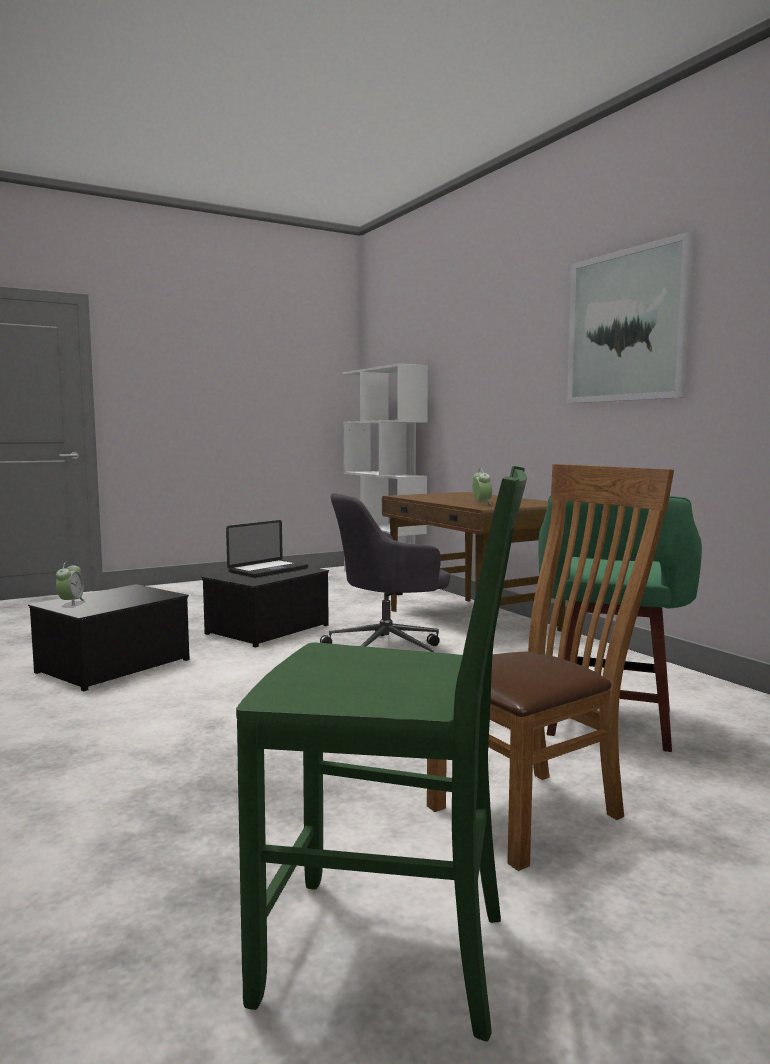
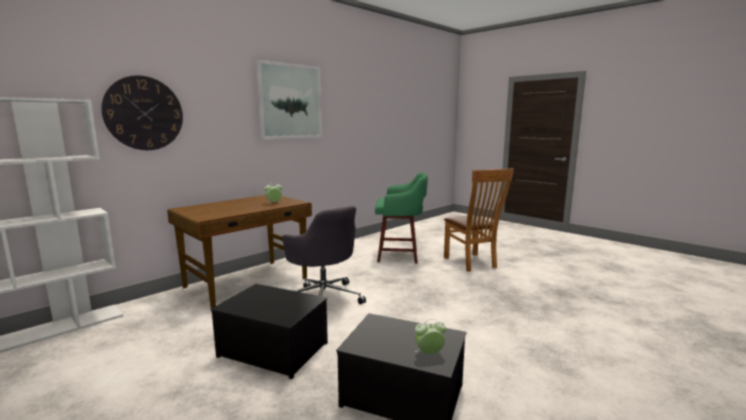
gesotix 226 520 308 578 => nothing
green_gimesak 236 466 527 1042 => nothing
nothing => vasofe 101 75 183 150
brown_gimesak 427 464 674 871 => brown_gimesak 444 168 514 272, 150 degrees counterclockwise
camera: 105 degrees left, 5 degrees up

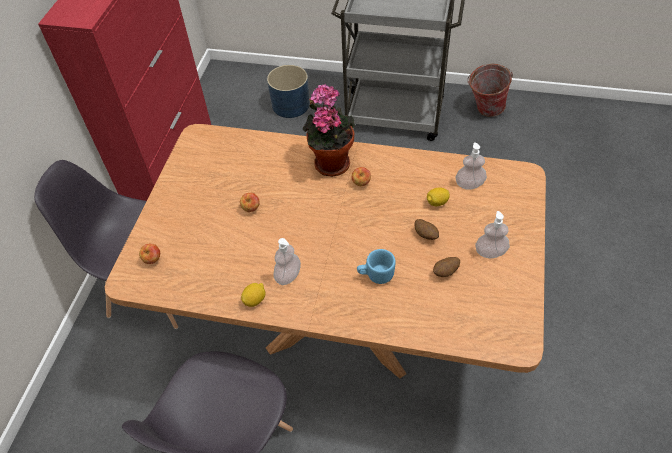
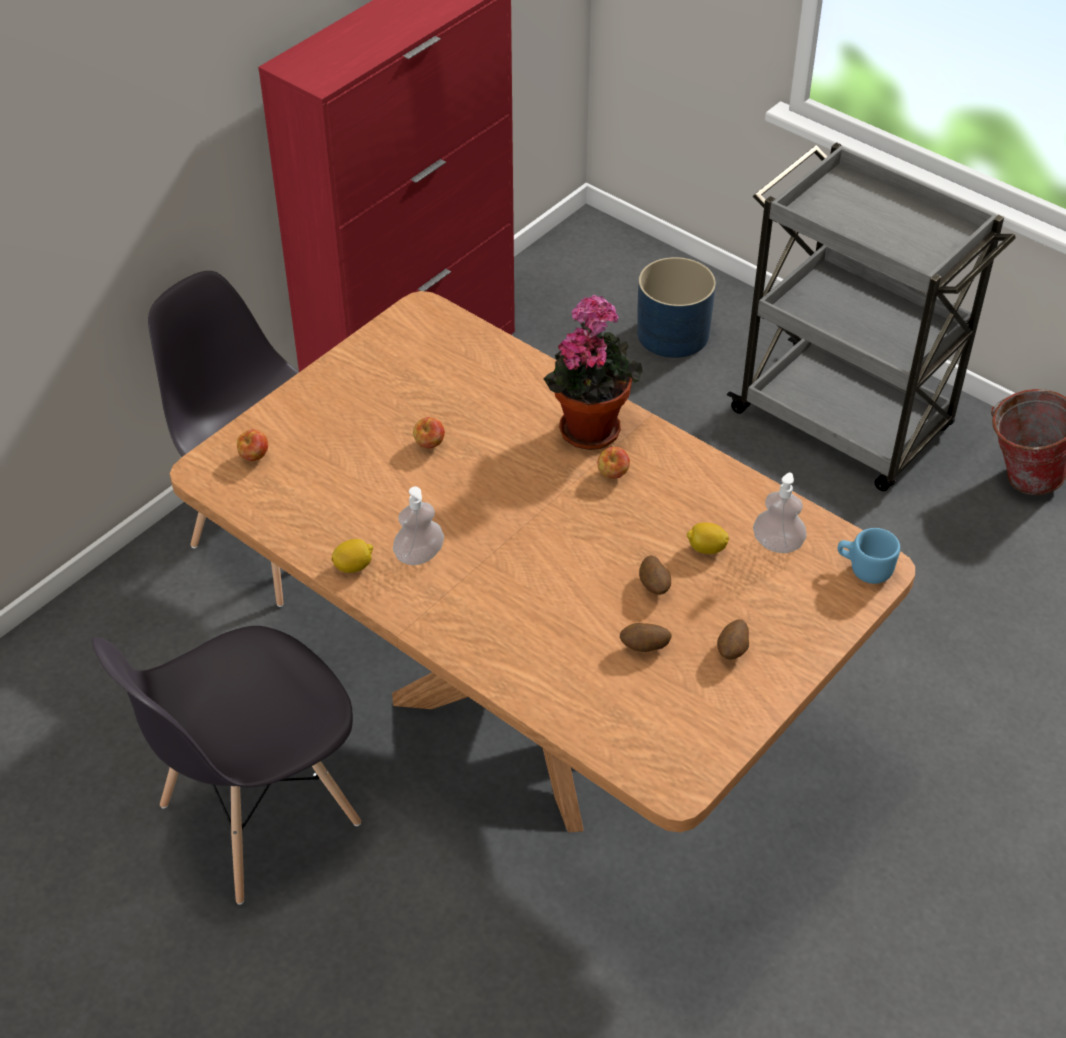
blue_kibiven 357 249 396 284 => blue_kibiven 838 528 900 584, moved
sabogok 475 211 510 258 => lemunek 717 619 749 660
camera: 25 degrees right, 5 degrees down

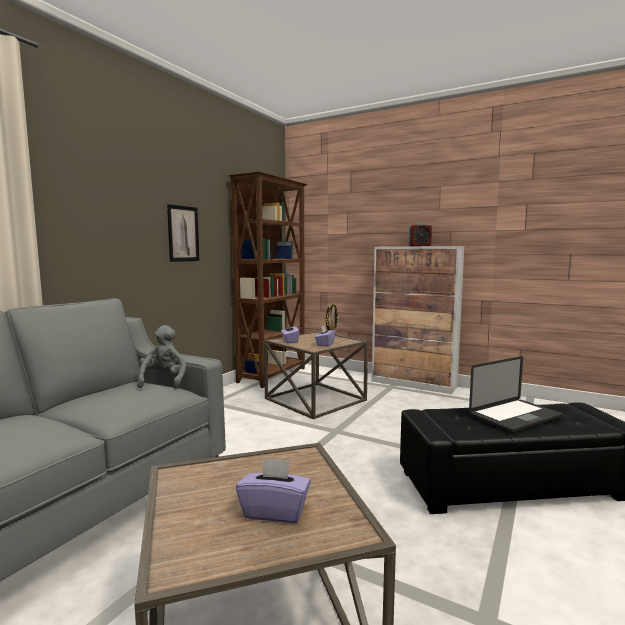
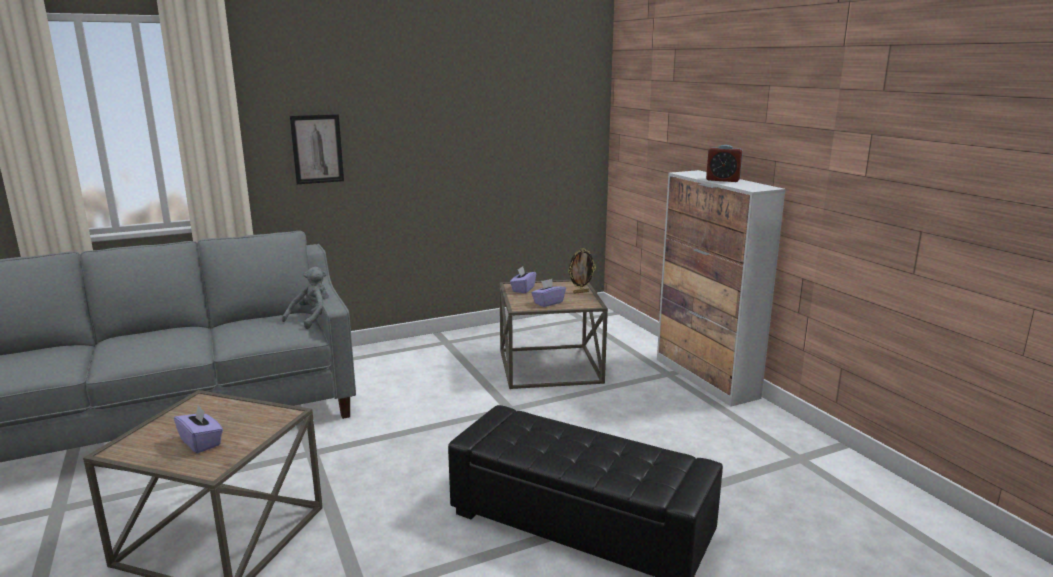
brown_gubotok 229 171 308 388 => nothing
gesotix 469 356 563 433 => nothing
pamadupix 167 204 199 262 => pamadupix 290 114 344 184, moved
camera: 35 degrees right, 10 degrees up

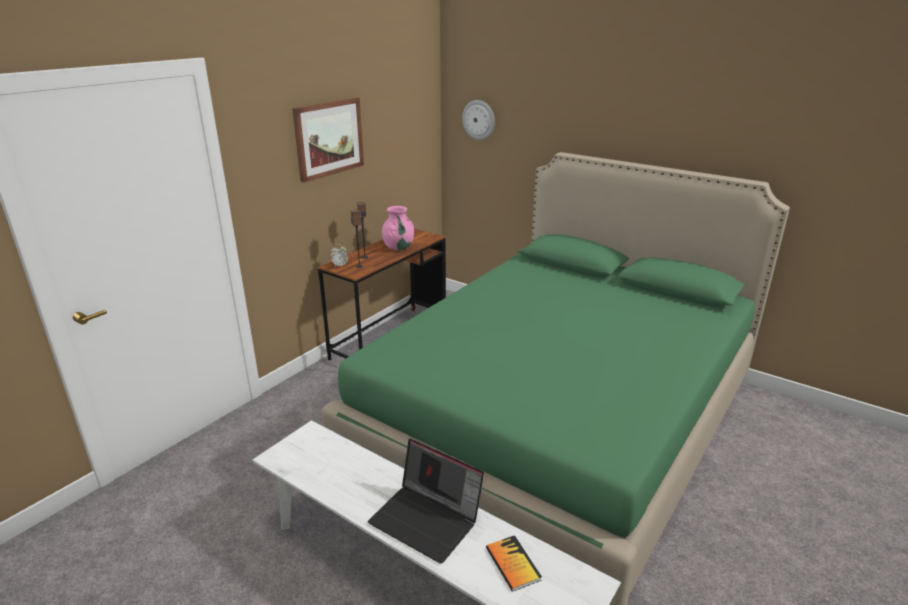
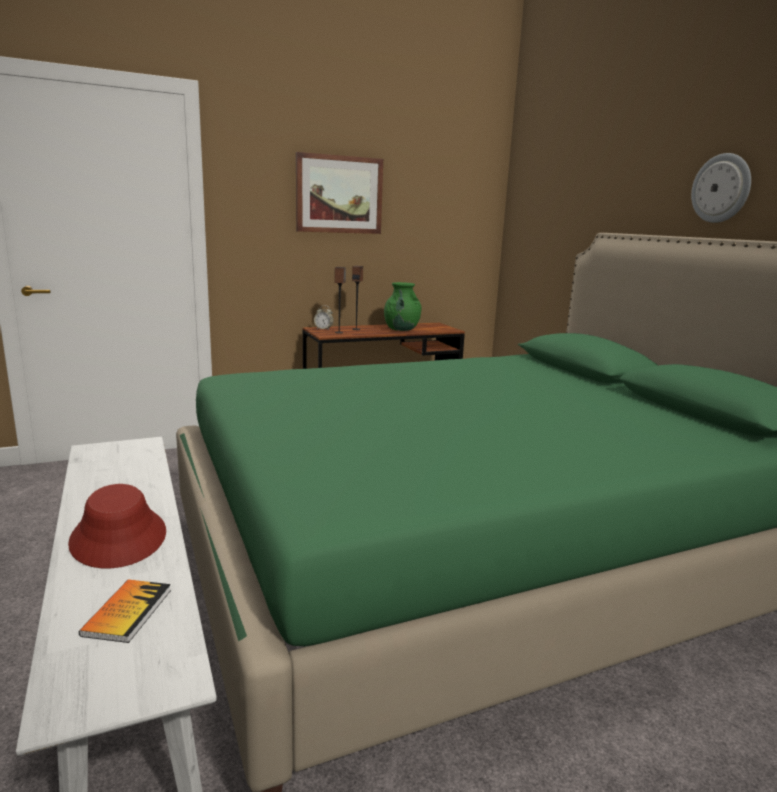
vasofe 462 100 495 140 => vasofe 691 153 751 223, moved
gesotix 368 439 484 564 => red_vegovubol 68 484 166 568
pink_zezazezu 382 206 414 250 => green_zezazezu 384 282 421 331
camera: 30 degrees right, 10 degrees down

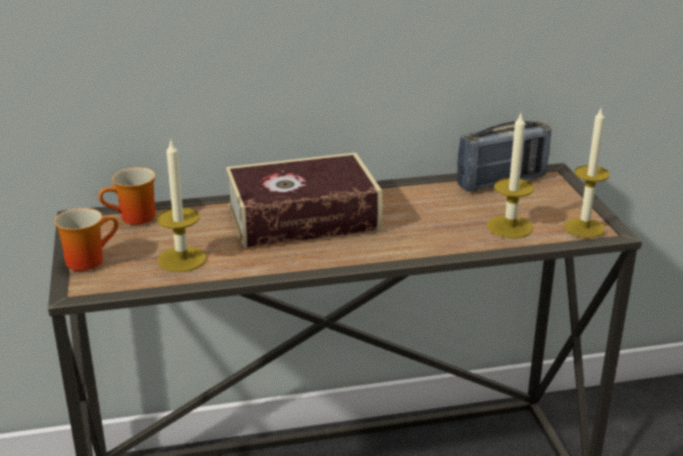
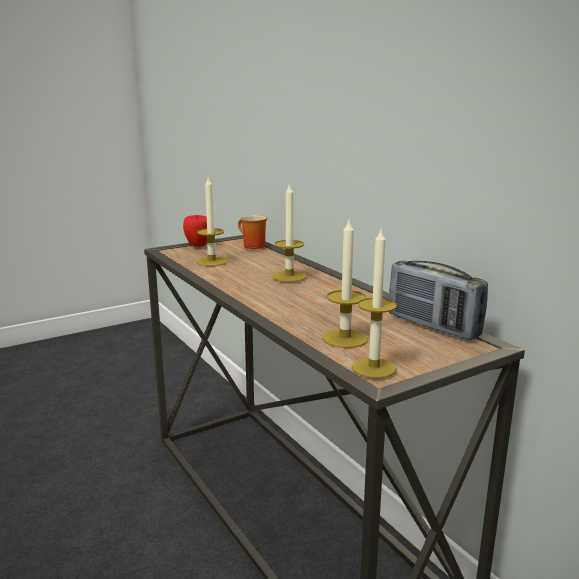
kibiven 54 208 118 271 => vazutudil 183 215 207 247
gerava 226 153 382 248 => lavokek 272 183 307 282
camera: 70 degrees right, 10 degrees down

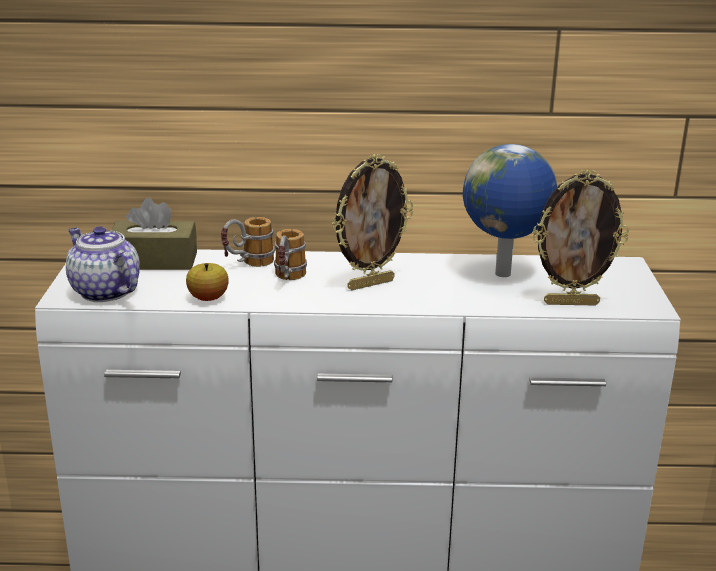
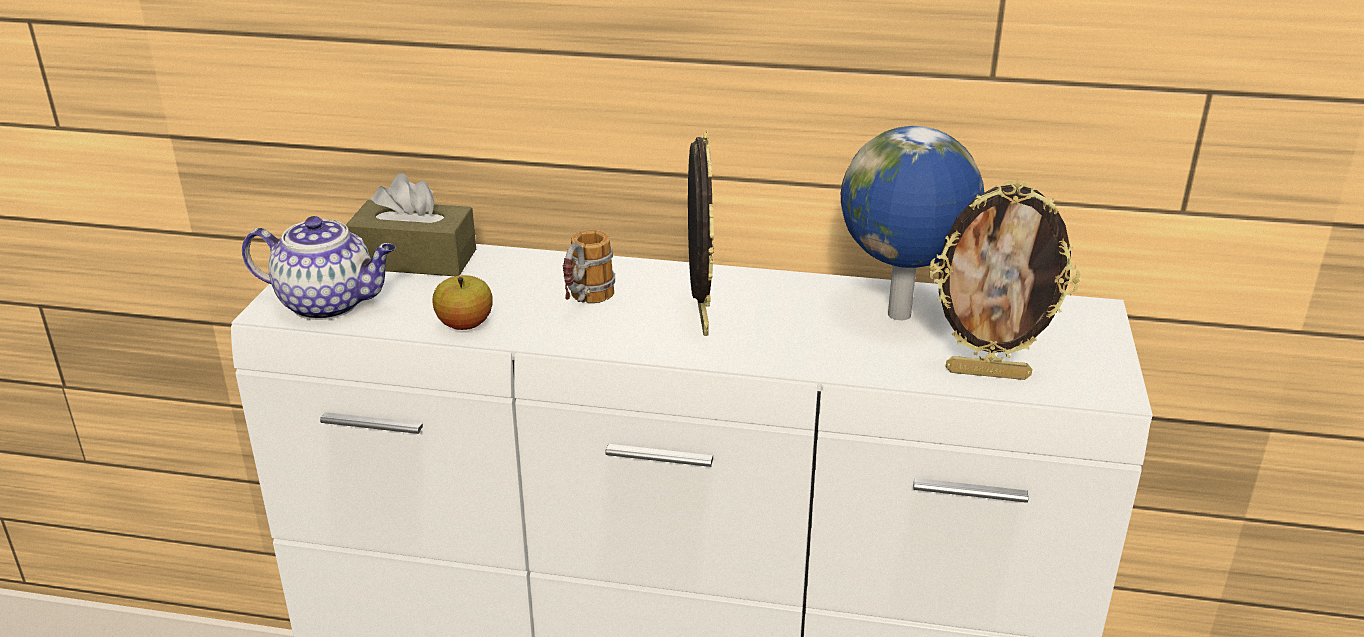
kibiven 221 217 275 267 => nothing
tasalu 66 226 140 302 => tasalu 242 216 396 320, 135 degrees clockwise
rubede 332 154 413 290 => rubede 688 131 714 336, 75 degrees counterclockwise
camera: 10 degrees right, 5 degrees up

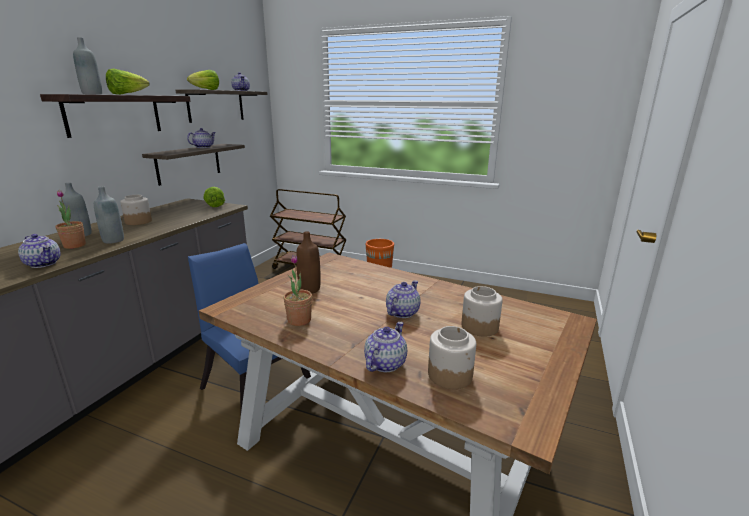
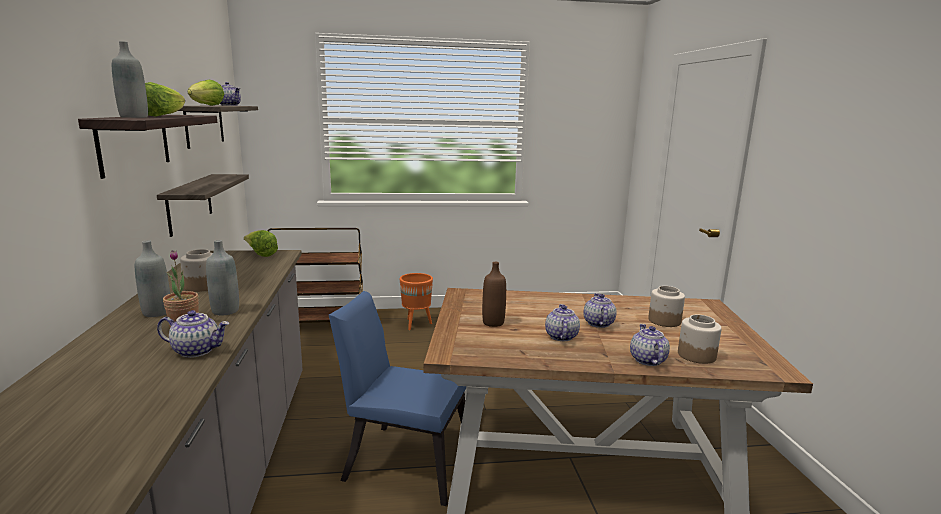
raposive 283 255 312 326 => nothing
tasalu 187 128 216 148 => tasalu 545 304 580 341, moved
camera: 30 degrees left, 5 degrees down

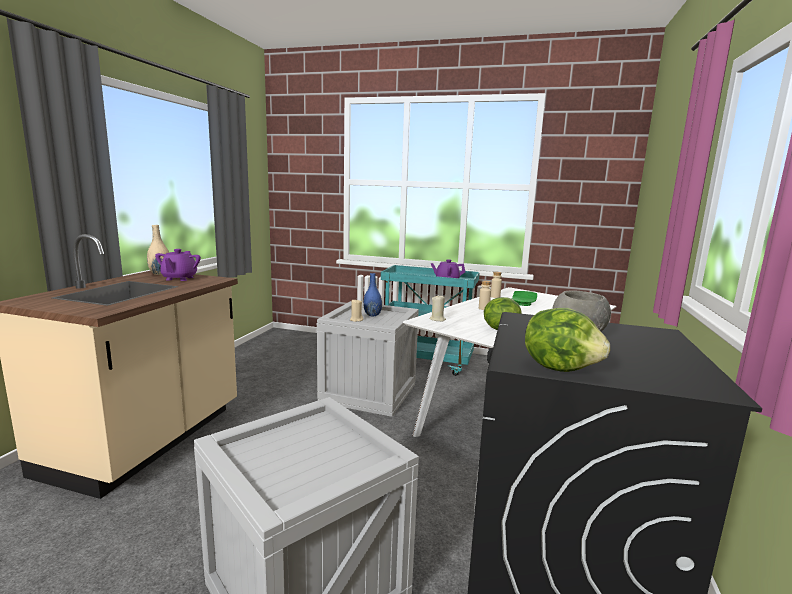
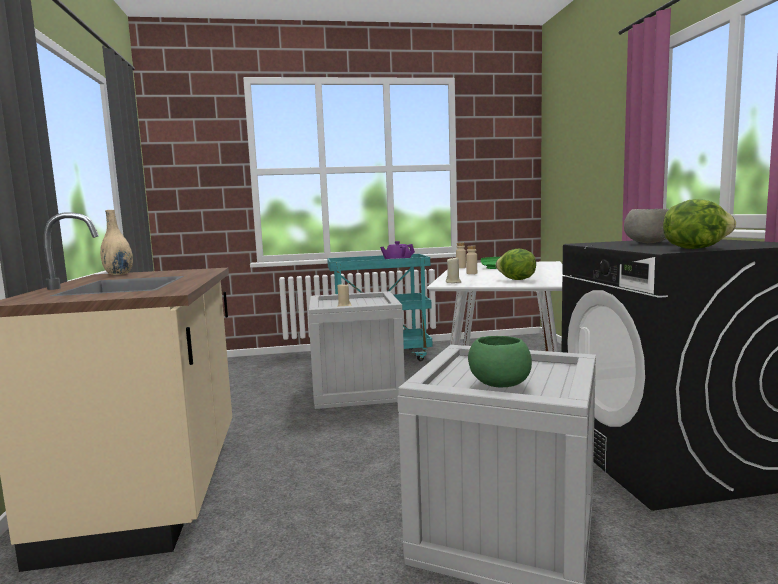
purple_tasalu 155 249 201 281 => nothing
blue_zezazezu 363 273 382 316 => nothing
nothing => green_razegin 468 336 532 387
camera: 25 degrees left, 5 degrees down

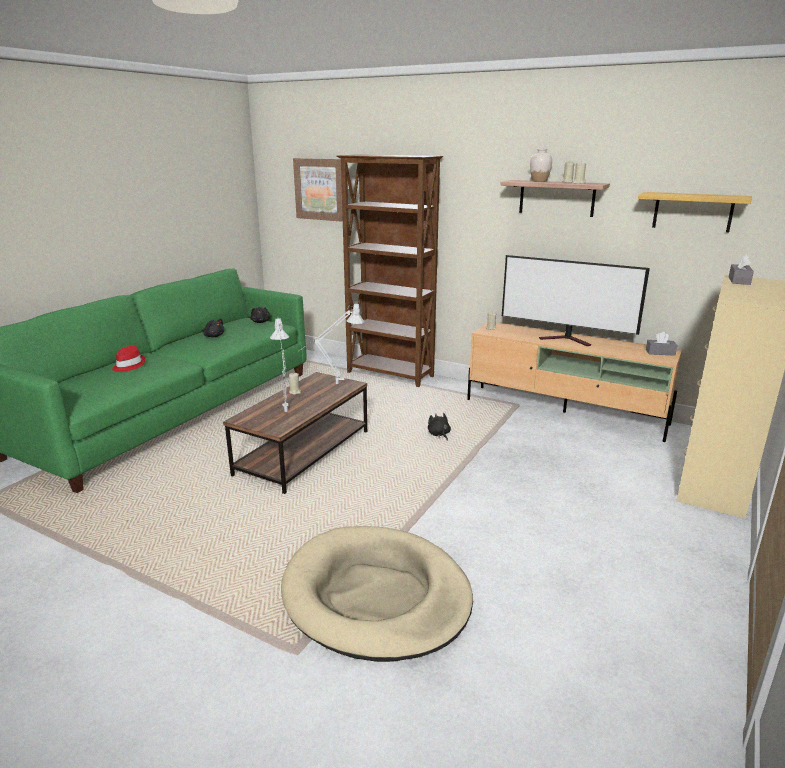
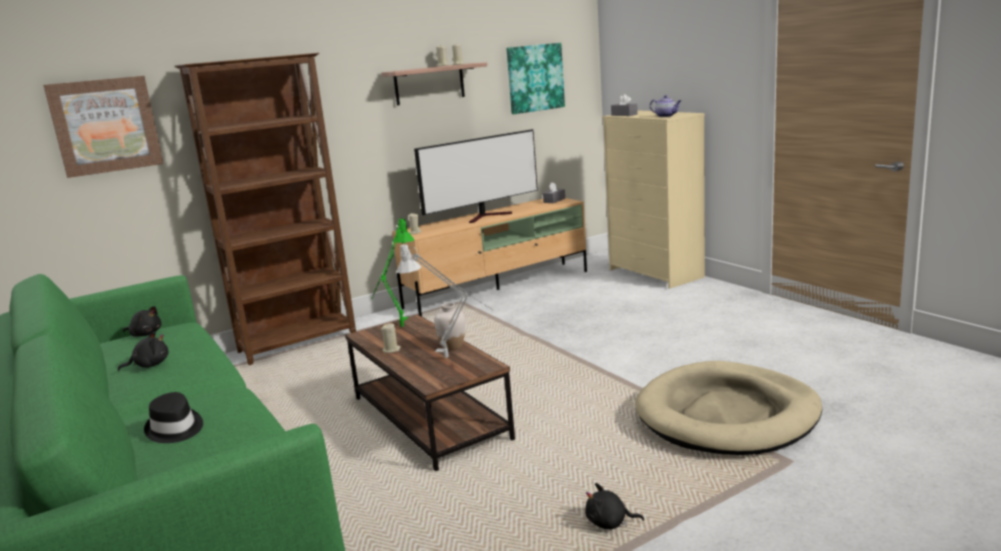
nothing => tasalu 650 95 682 117
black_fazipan 428 413 451 441 => black_fazipan 585 483 644 529, moved
white_zezazezu 530 149 552 182 => white_zezazezu 434 303 466 350, moved
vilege 638 192 752 232 => pamadupix 506 43 565 114
red_vegovubol 112 346 146 372 => black_vegovubol 144 392 203 443
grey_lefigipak 298 303 364 384 => green_lefigipak 372 219 414 327
camera: 60 degrees left, 5 degrees down

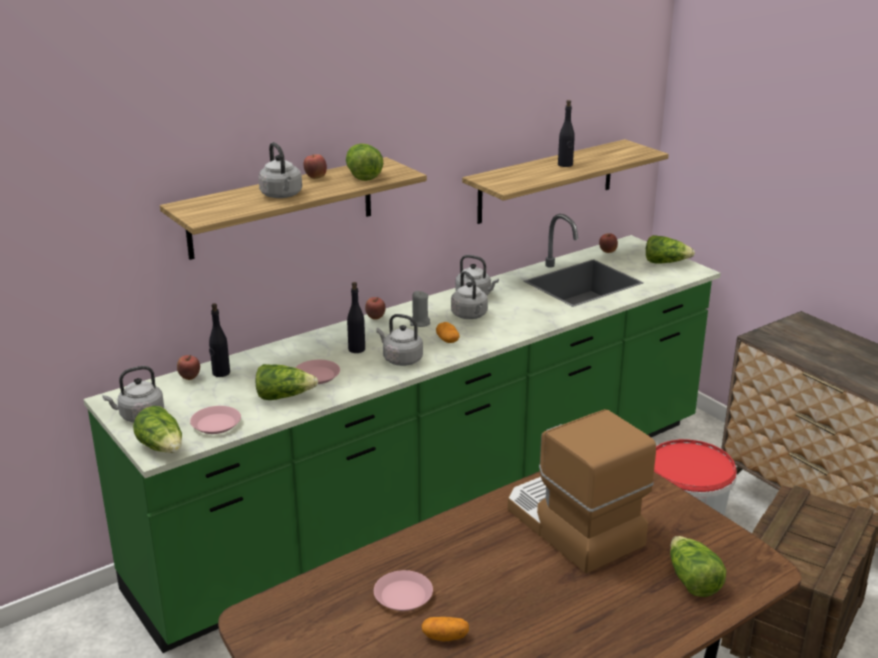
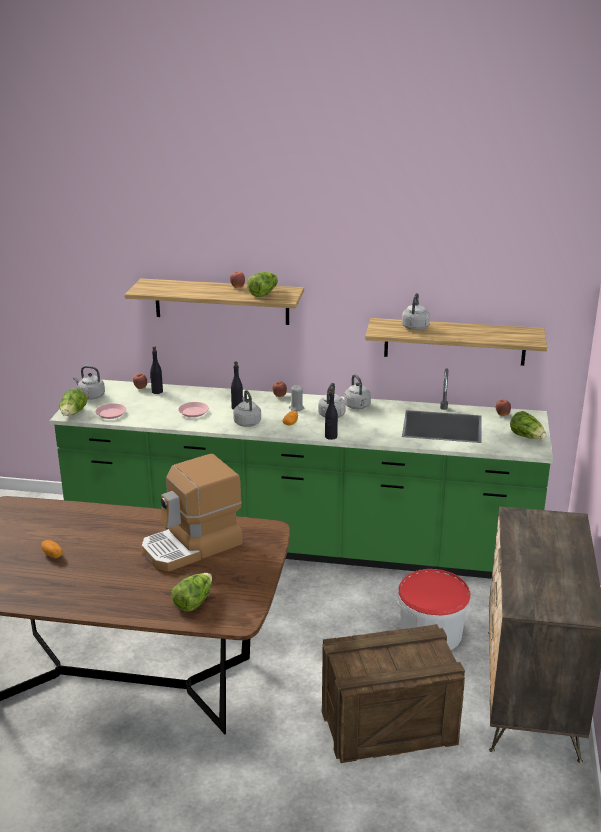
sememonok 256 364 318 400 => nothing
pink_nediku 374 570 433 611 => nothing
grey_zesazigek 259 142 302 198 => grey_zesazigek 402 293 430 330, moved
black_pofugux 558 100 575 167 => black_pofugux 325 388 338 440, moved
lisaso 508 409 656 573 => lisaso 141 454 242 572, 135 degrees counterclockwise
camera: 45 degrees right, 0 degrees up

